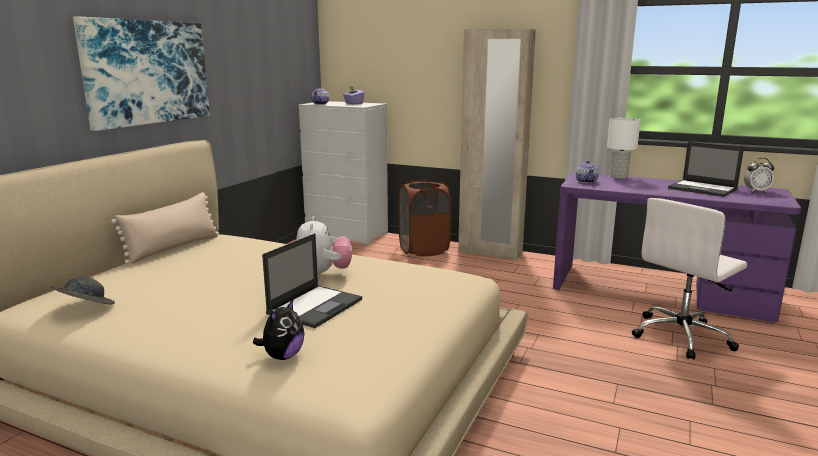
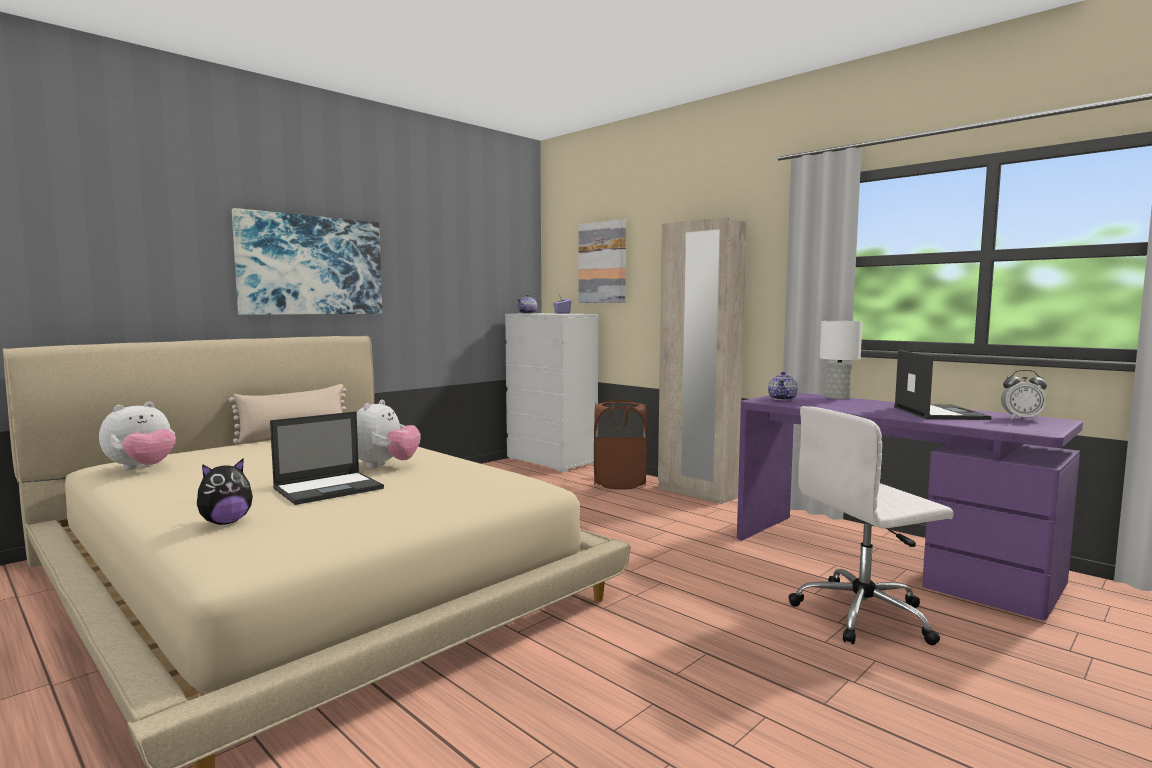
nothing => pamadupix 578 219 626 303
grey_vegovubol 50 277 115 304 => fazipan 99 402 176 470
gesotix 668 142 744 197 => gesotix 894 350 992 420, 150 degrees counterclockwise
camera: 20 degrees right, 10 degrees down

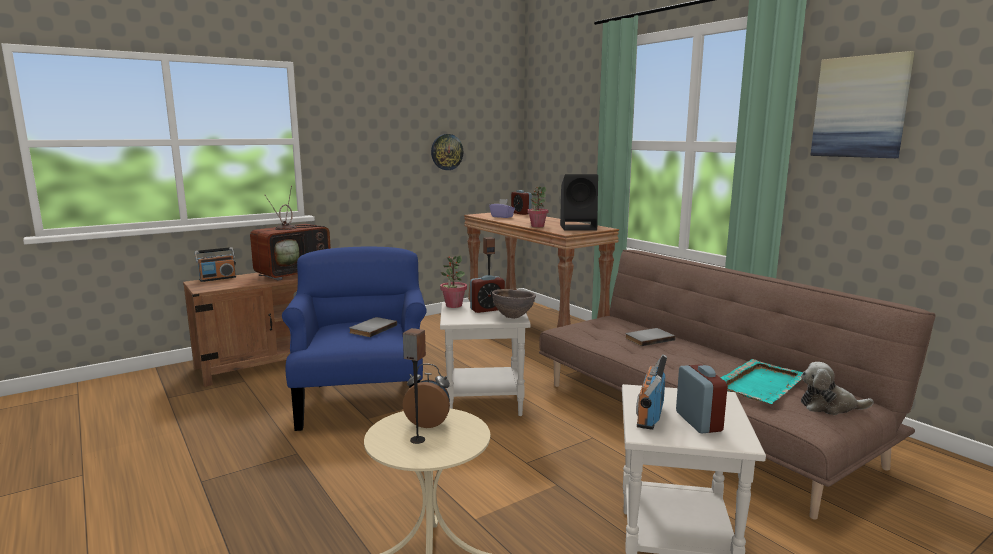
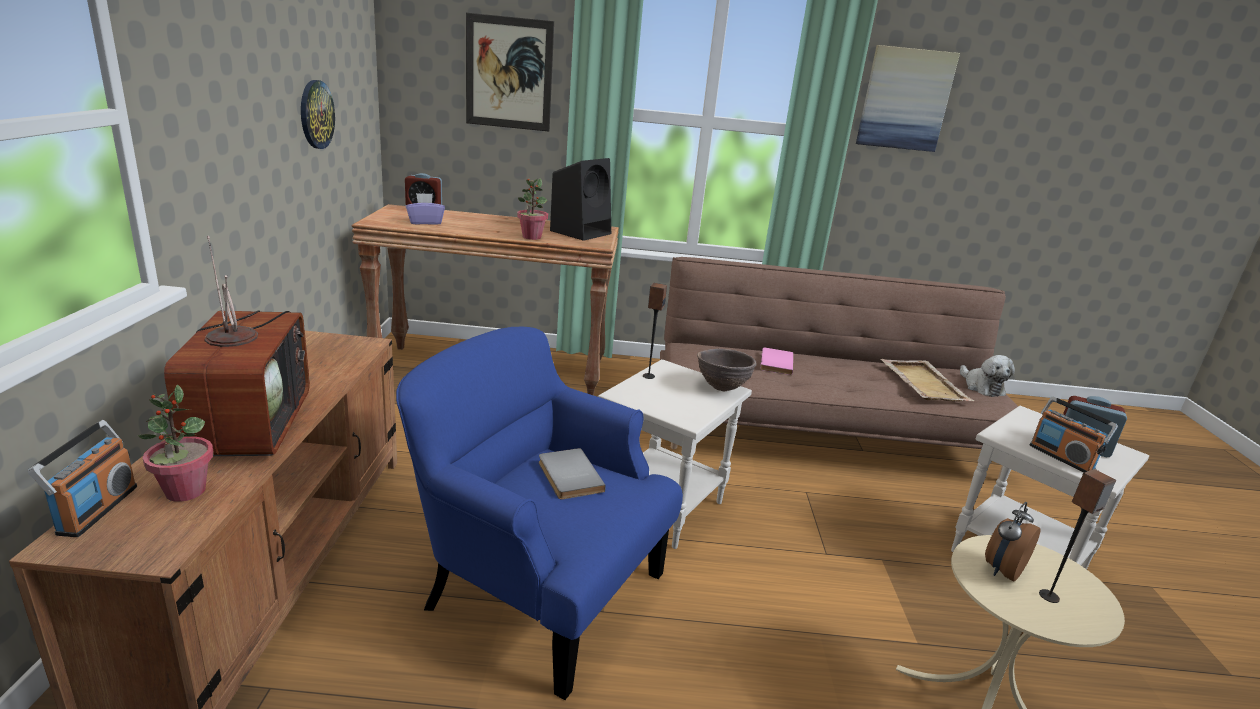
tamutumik 470 275 505 313 => nothing
nothing => pamadupix 466 13 554 131
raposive 440 256 467 308 => raposive 138 385 214 502, moved
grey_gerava 625 328 675 346 => pink_gerava 760 347 793 375
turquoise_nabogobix 721 359 803 404 => beige_nabogobix 881 359 974 402
fazipan 801 362 874 415 => fazipan 960 355 1015 397, 60 degrees counterclockwise
camera: 55 degrees left, 10 degrees up

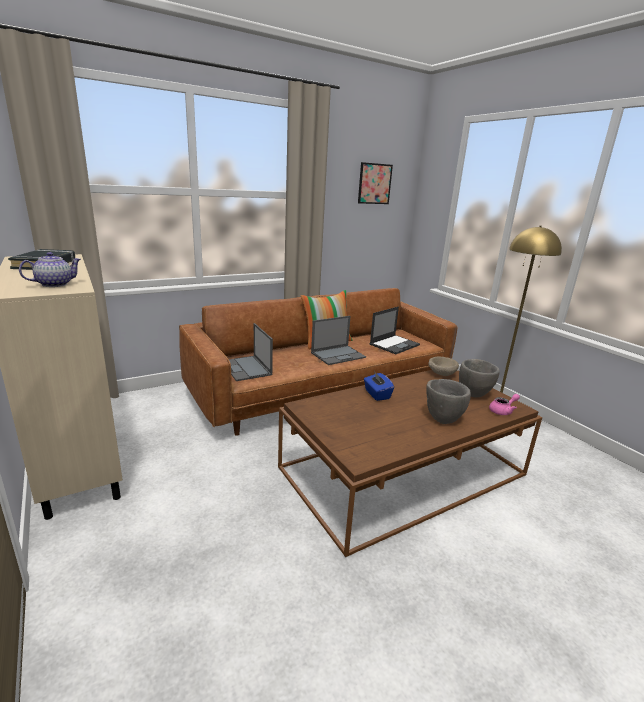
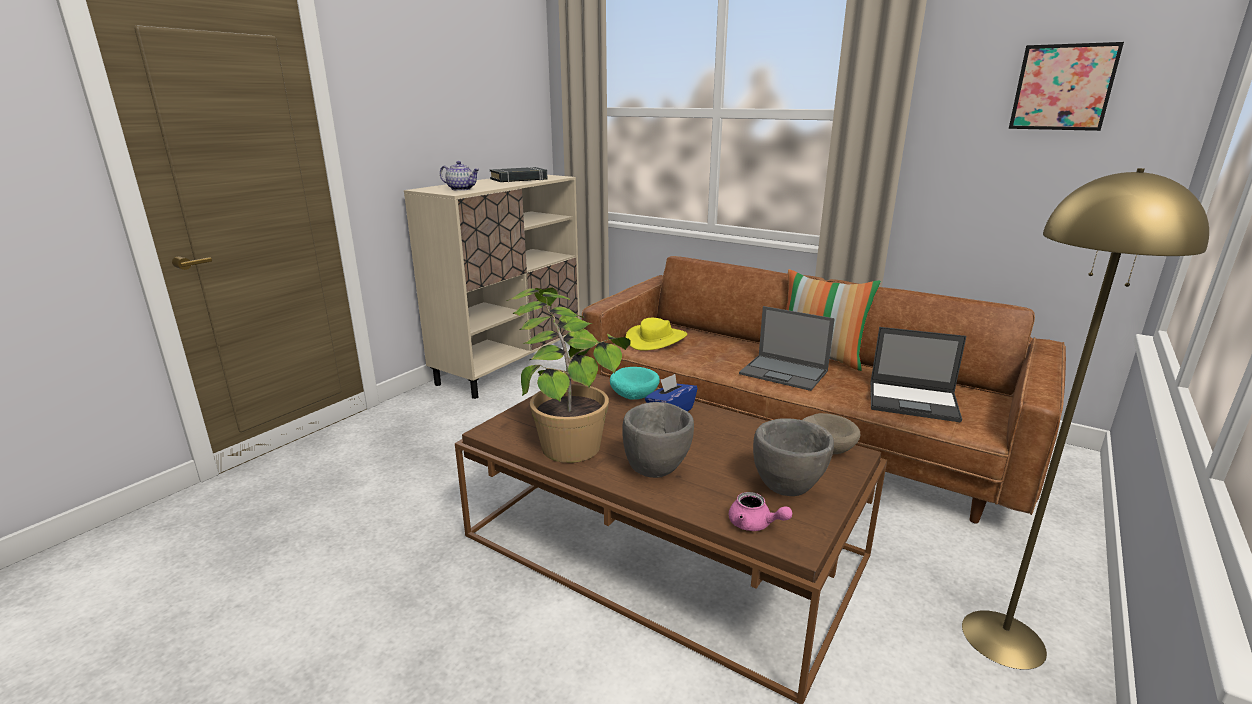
nothing => raposive 507 287 631 463
nothing => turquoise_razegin 610 367 660 400
gesotix 229 323 273 381 => yellow_vegovubol 626 318 687 351
camera: 65 degrees right, 0 degrees up

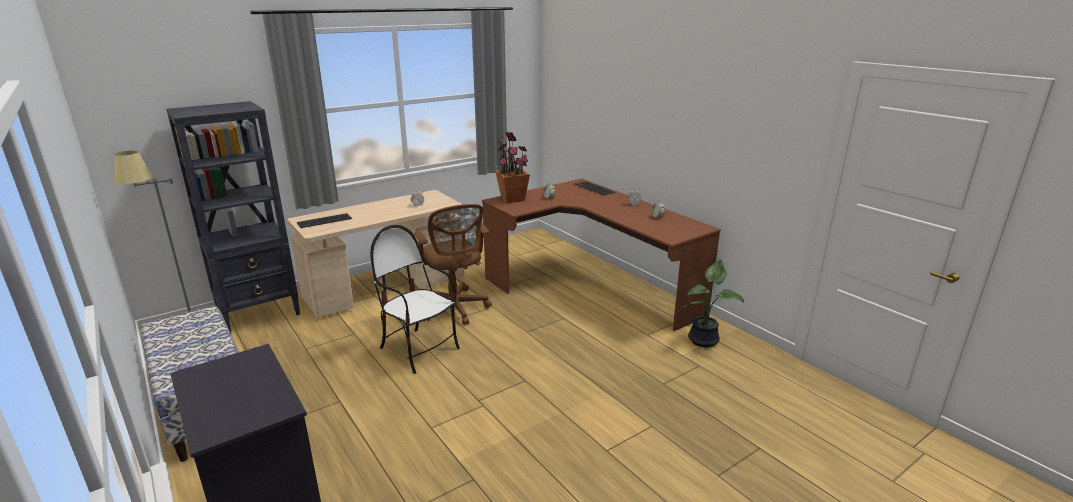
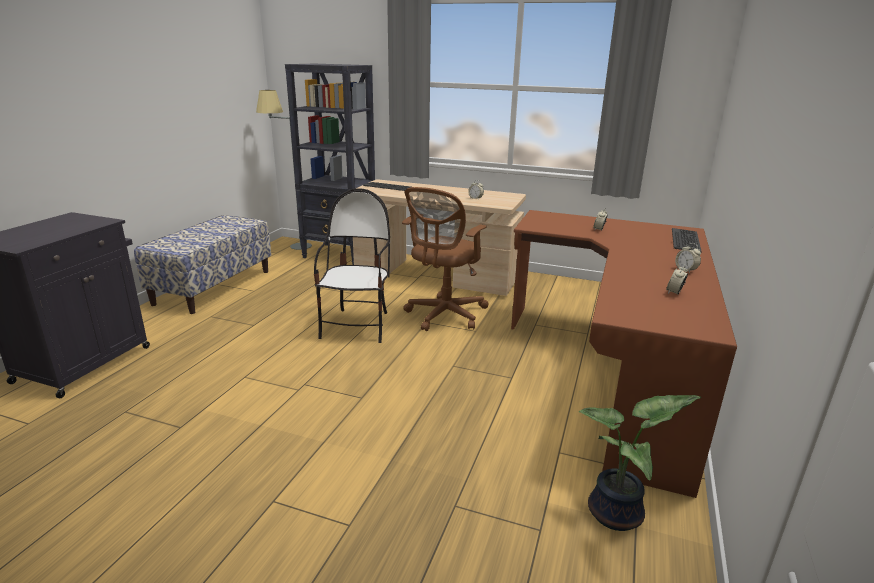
raposive 495 132 530 203 => nothing
camera: 55 degrees right, 0 degrees up

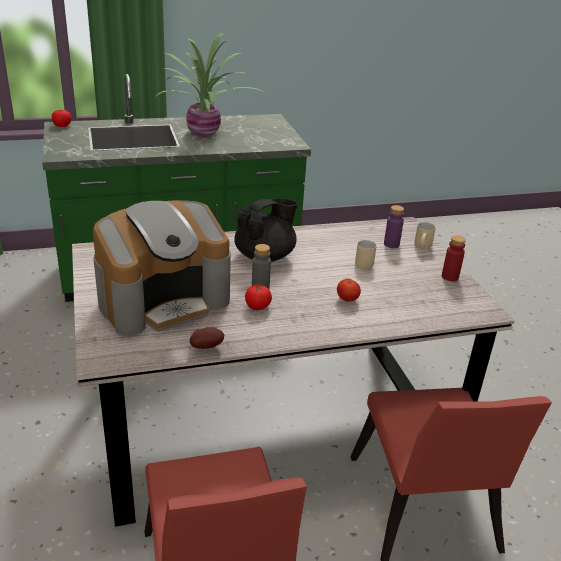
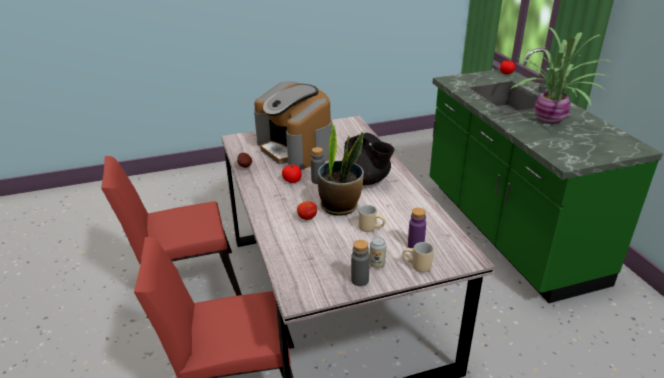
nothing => raposive 318 122 364 216
nothing => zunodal 370 237 386 268
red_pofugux 442 235 466 281 => grey_pofugux 351 240 370 286
camera: 90 degrees right, 0 degrees up

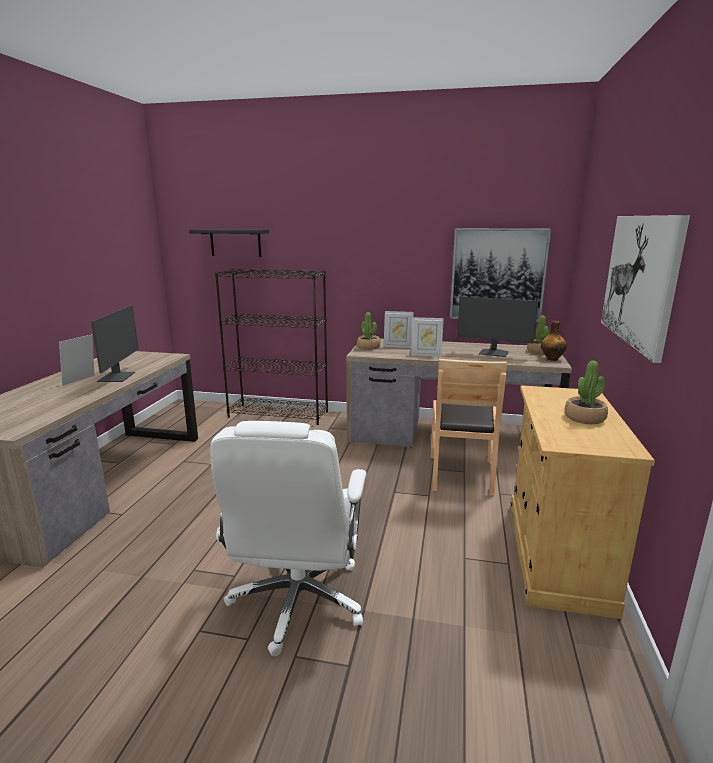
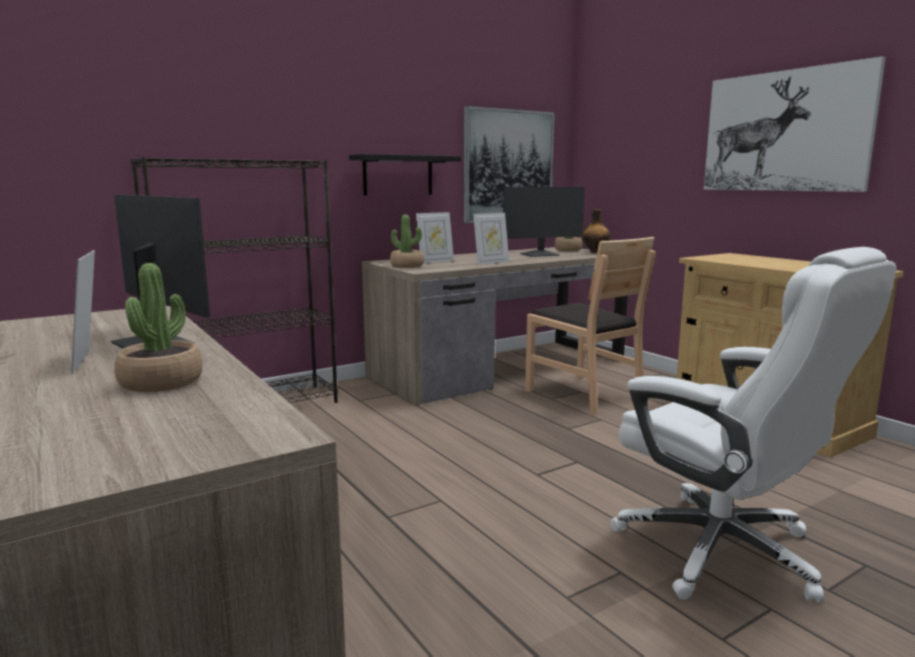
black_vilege 189 229 269 257 => black_vilege 349 154 461 196, moved
raposive 565 361 608 424 => raposive 114 263 202 392, moved
camera: 45 degrees left, 5 degrees down

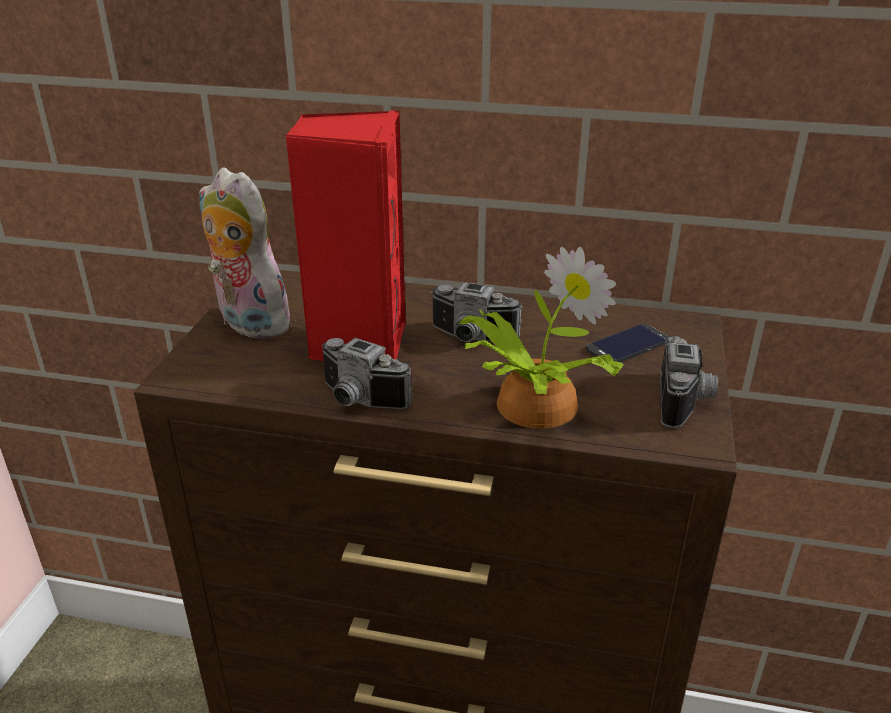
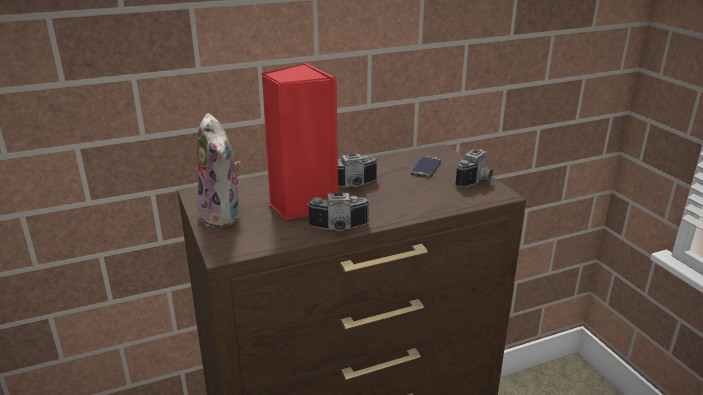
raposive 457 247 624 429 => nothing
fazipan 199 167 296 339 => fazipan 197 113 242 227, 120 degrees counterclockwise
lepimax 660 336 718 428 => lepimax 455 149 493 188, 60 degrees clockwise
camera: 35 degrees left, 5 degrees down

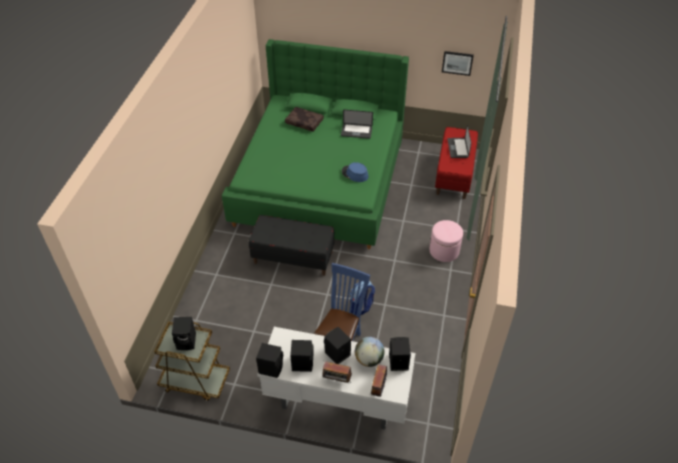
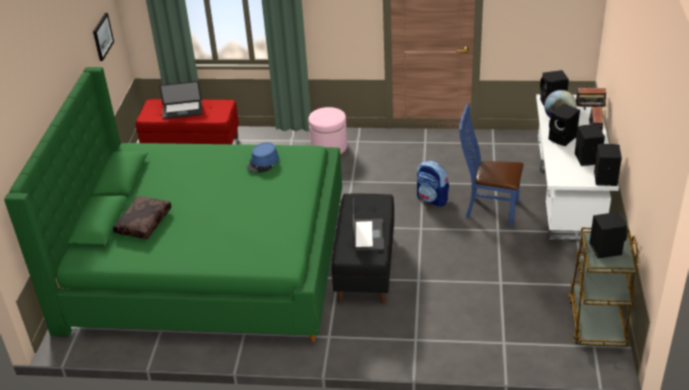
gesotix 341 110 373 139 => gesotix 353 198 384 251, moved
camera: 95 degrees left, 10 degrees down

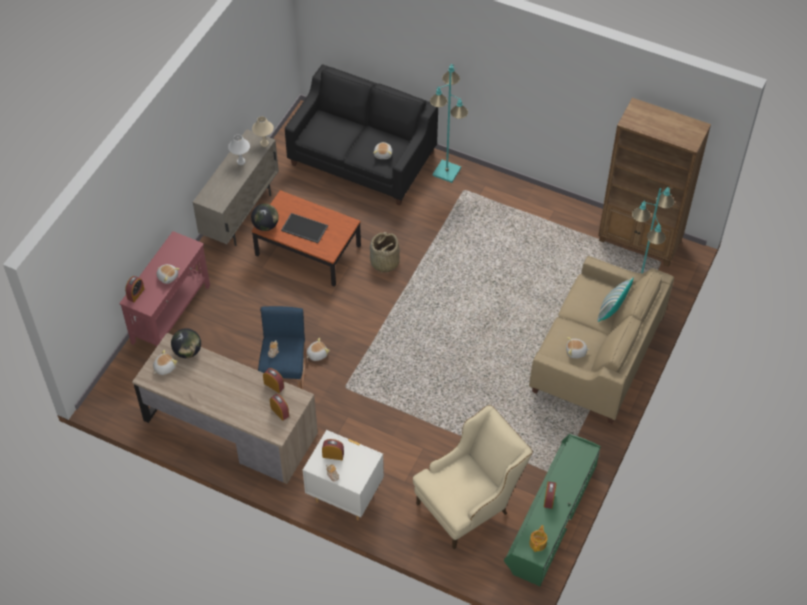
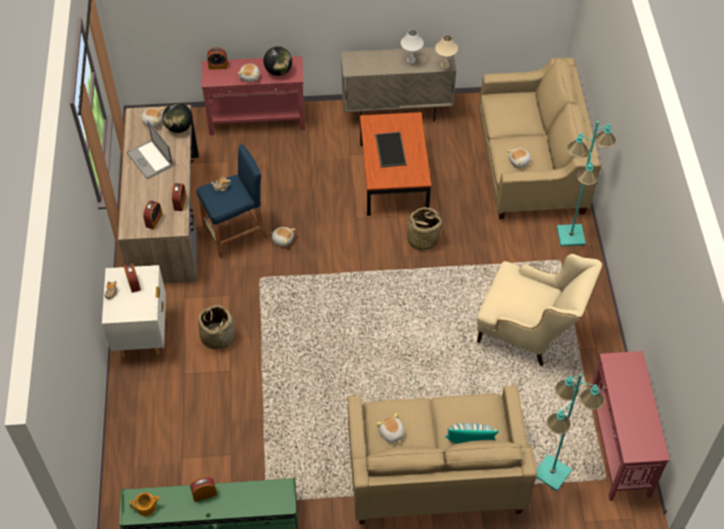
nothing => gesotix 127 121 173 179
nothing => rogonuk 198 304 235 350
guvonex 251 204 279 231 => guvonex 263 47 292 76, moved
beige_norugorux 413 405 533 549 => beige_norugorux 477 253 603 366, moved
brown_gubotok 598 98 711 267 => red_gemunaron 591 351 670 501
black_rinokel 285 64 438 206 => beige_rinokel 479 58 601 219
camera: 60 degrees right, 0 degrees up

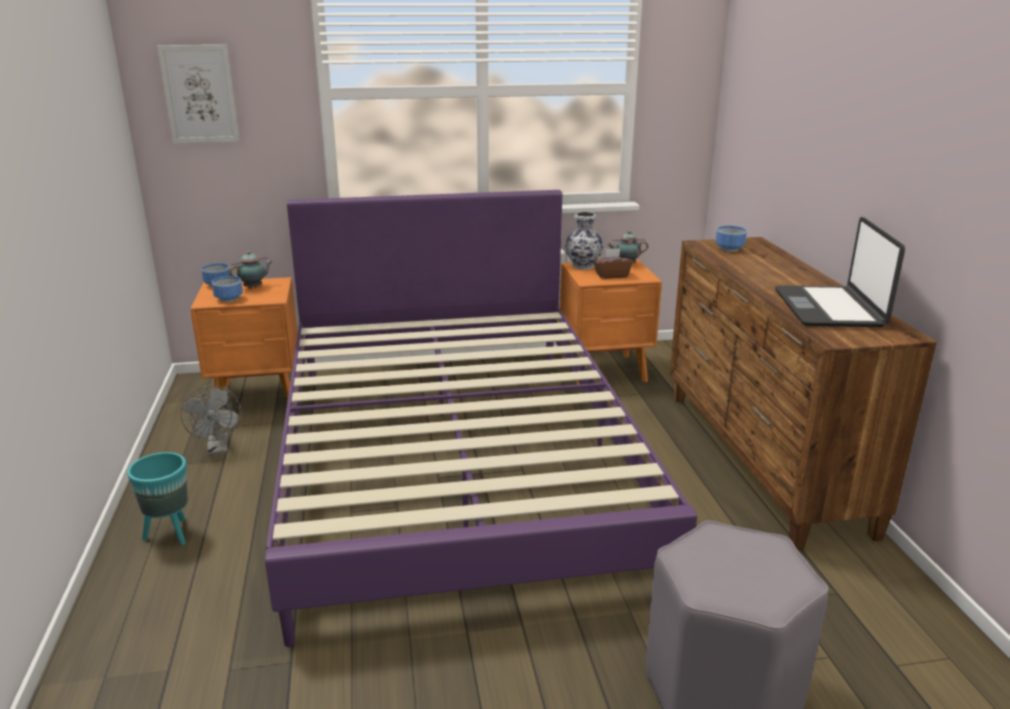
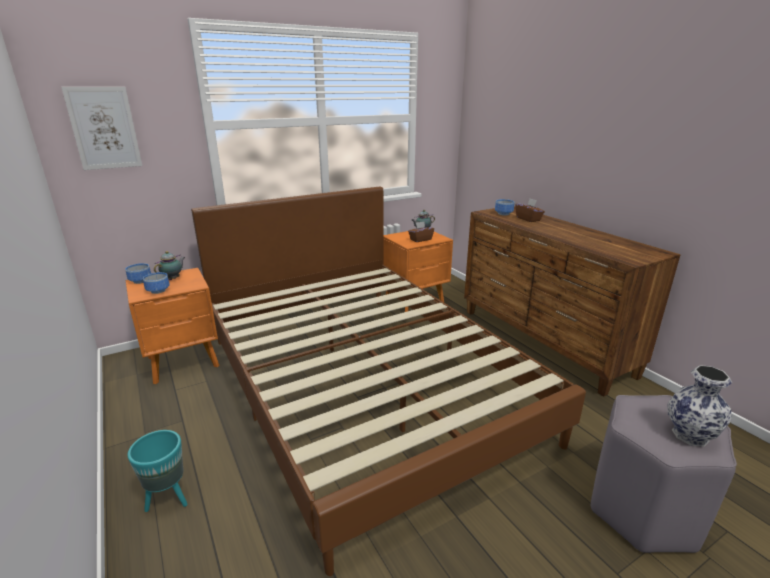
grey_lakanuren 181 386 242 455 => nothing
gesotix 775 217 905 327 => nothing
nothing => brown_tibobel 515 198 545 222
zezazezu 565 212 603 270 => zezazezu 667 365 732 447, moved
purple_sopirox 265 190 697 647 => brown_sopirox 191 186 586 576
camera: 20 degrees left, 0 degrees up

